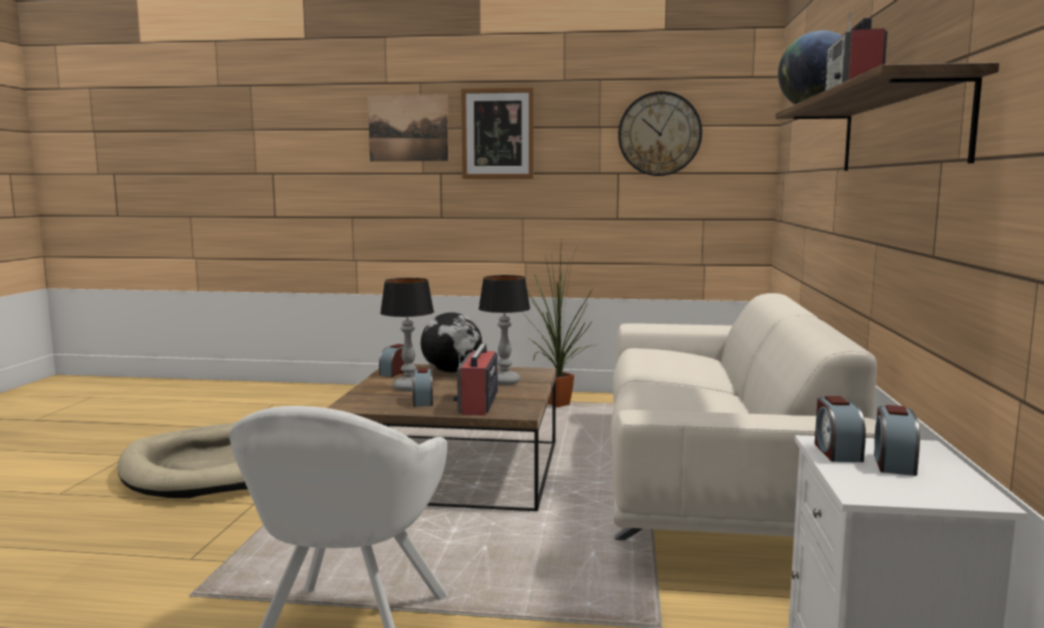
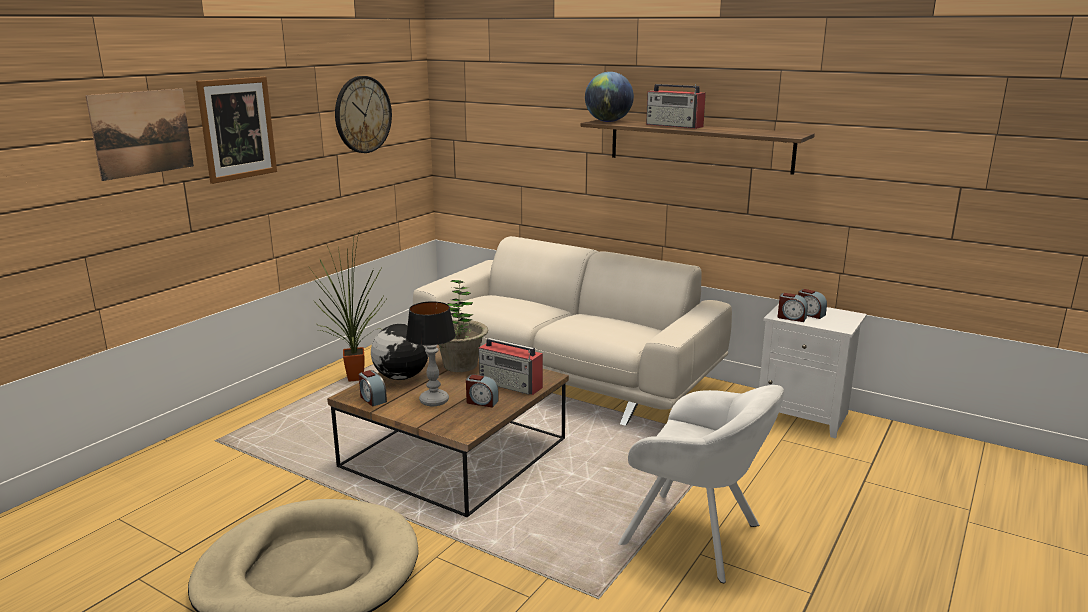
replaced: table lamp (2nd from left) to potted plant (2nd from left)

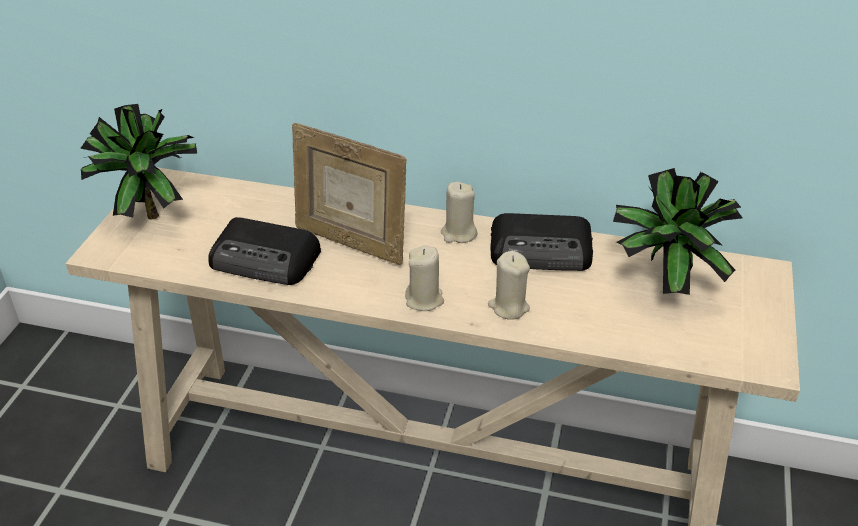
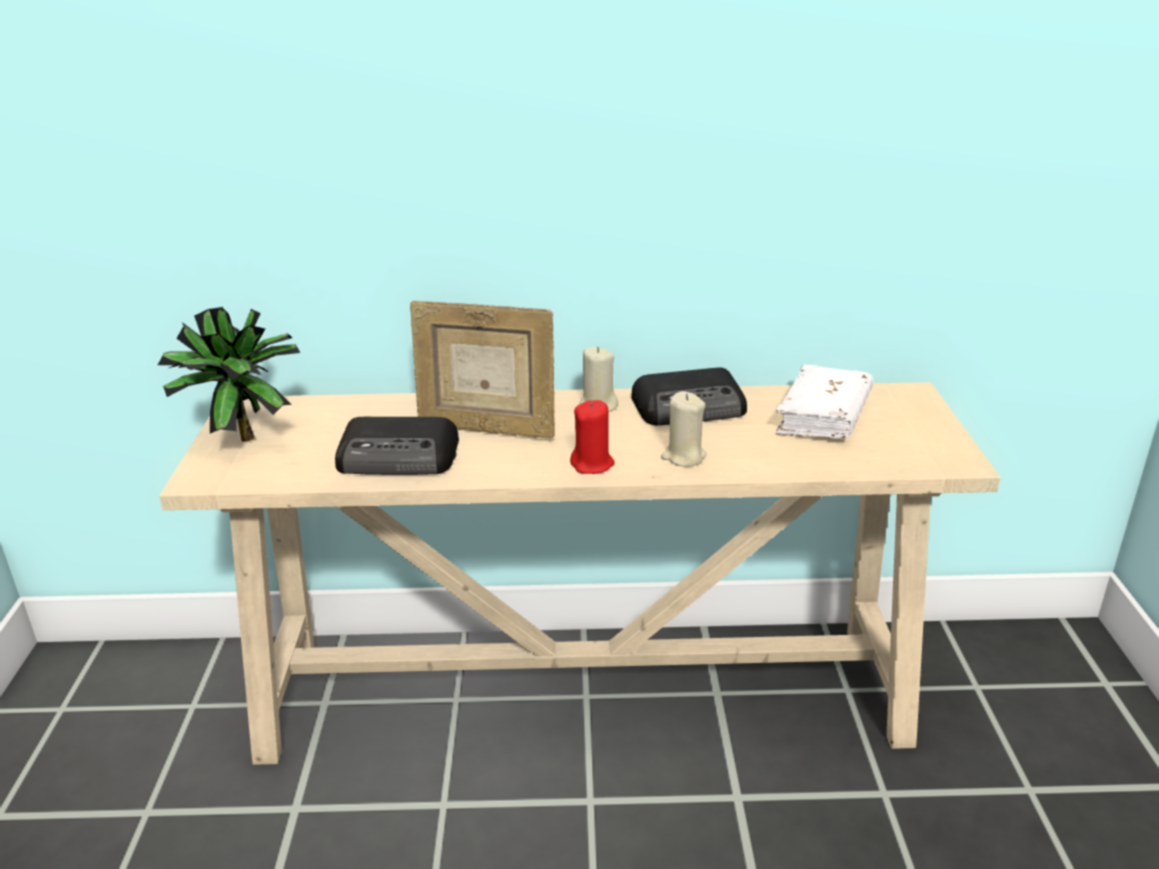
replaced: potted plant (2nd from left) to book (white)
recoloured: candle (beige) (1st from left) to candle (red)

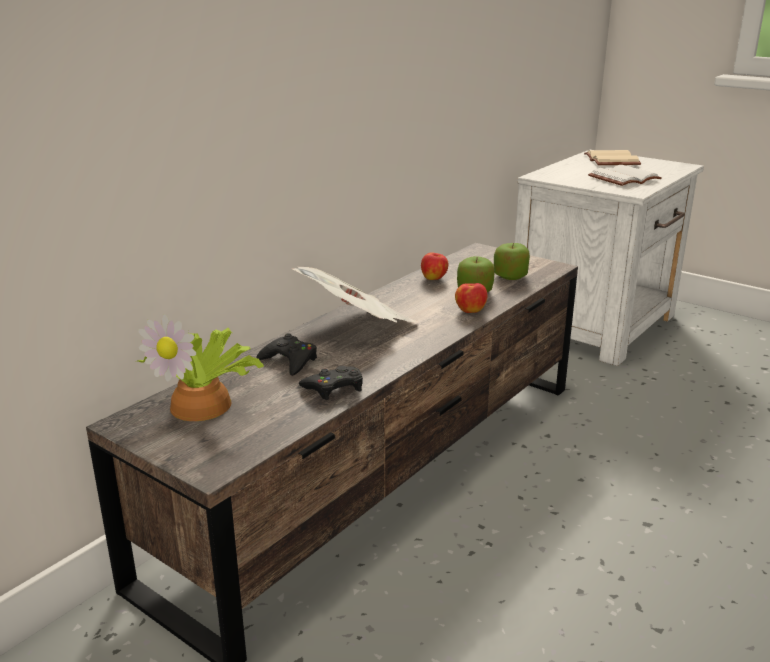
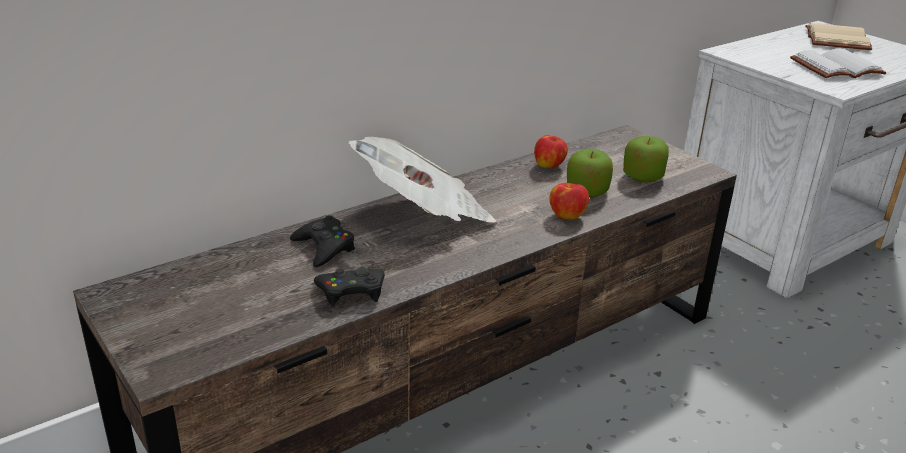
removed: potted plant

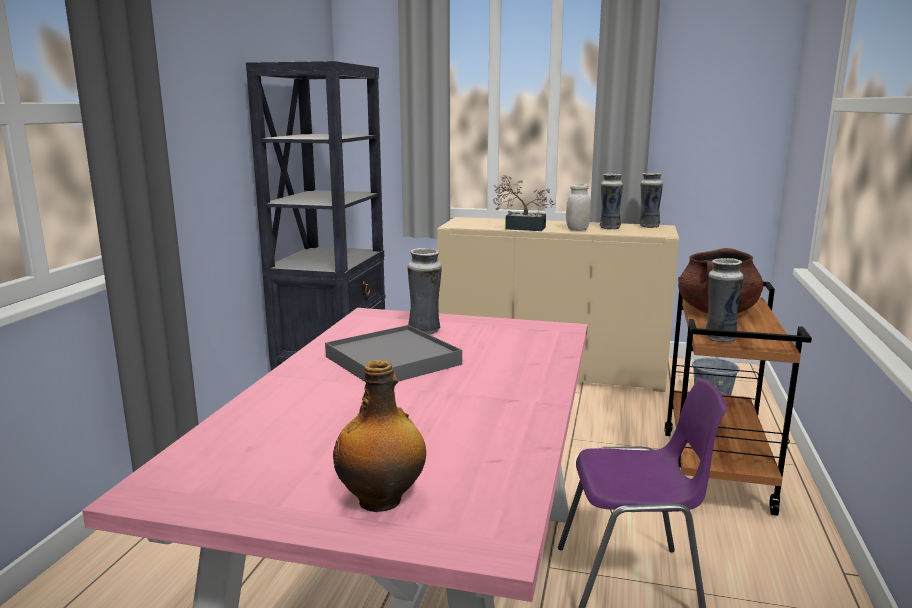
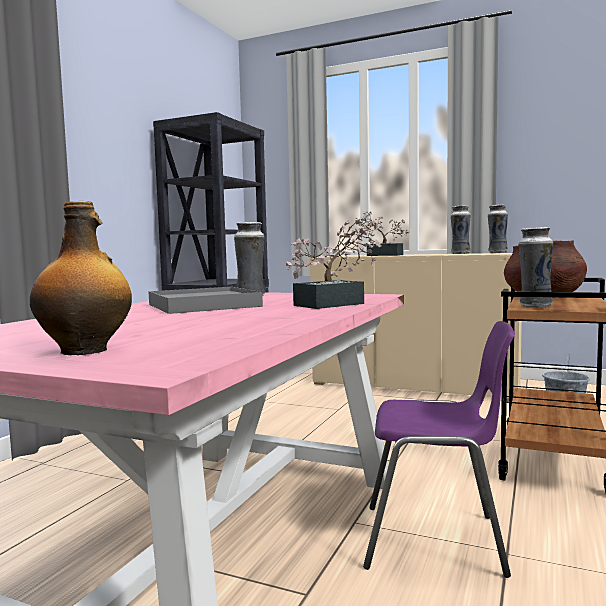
removed: jar (white)
added: potted plant (1st from left)

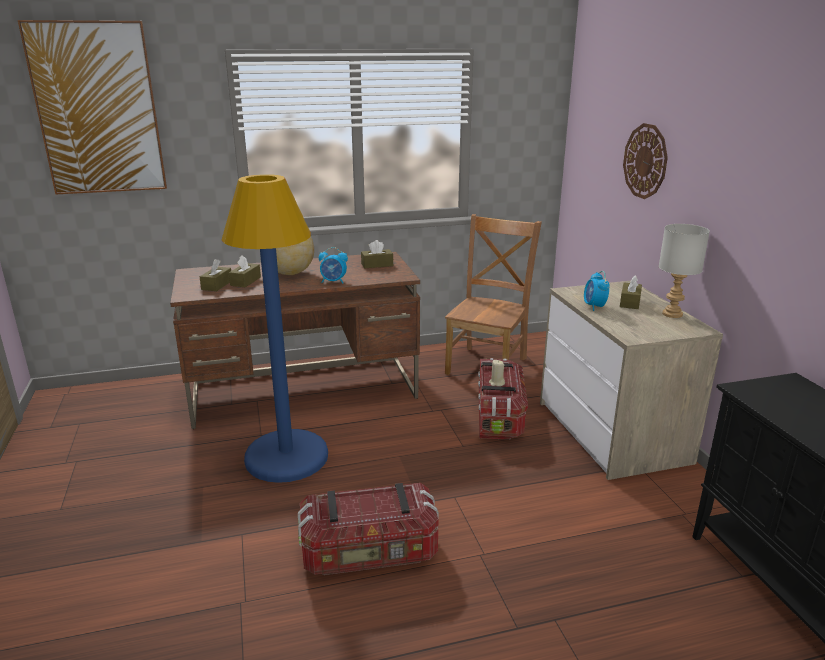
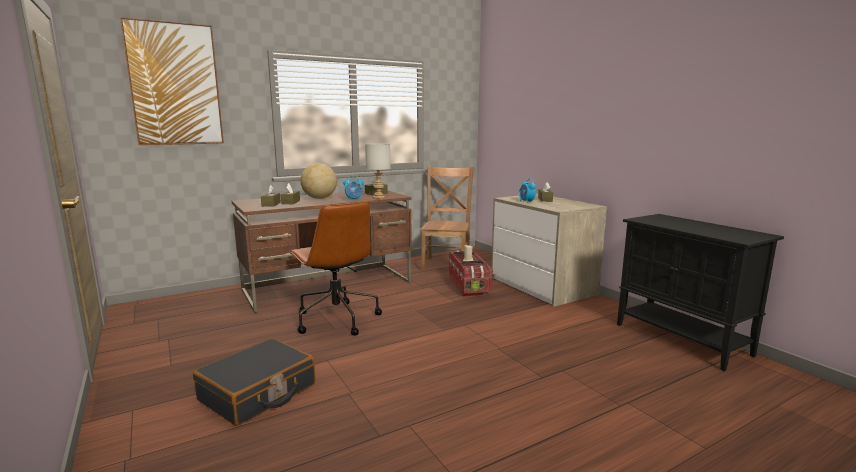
removed: wall clock; storage box (1st from left)
added: suitcase (black)
moved: table lamp (grey)
replaced: floor lamp (blue) to office chair (brown)

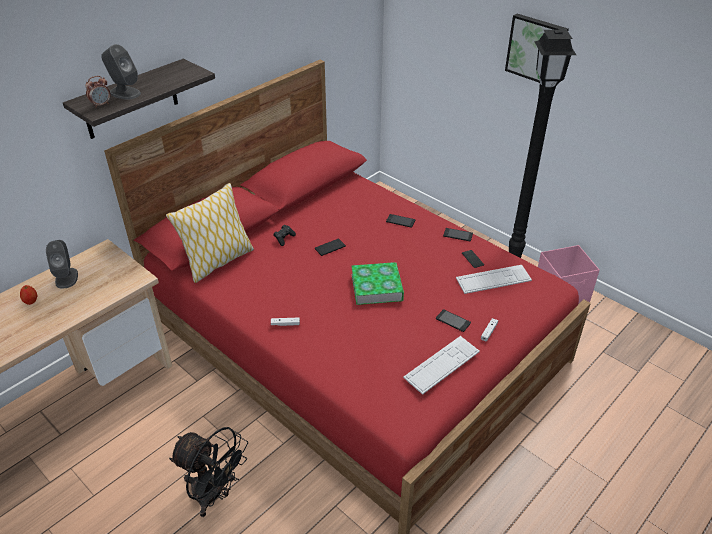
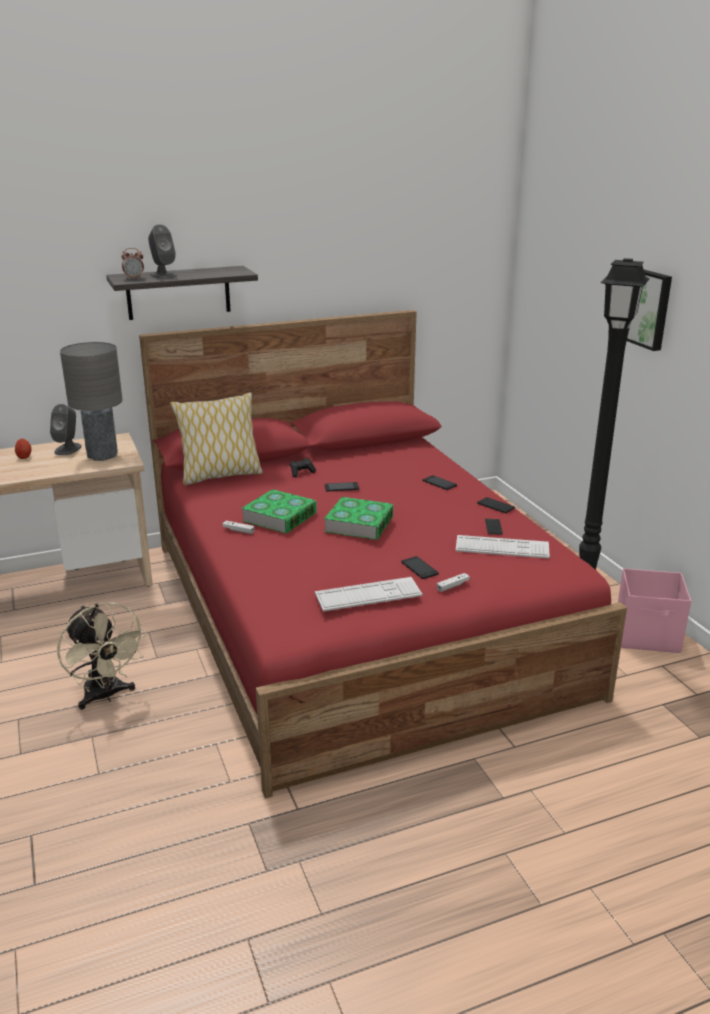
added: table lamp (grey); book (1st from left)
recoloured: fan (black) to fan (beige)

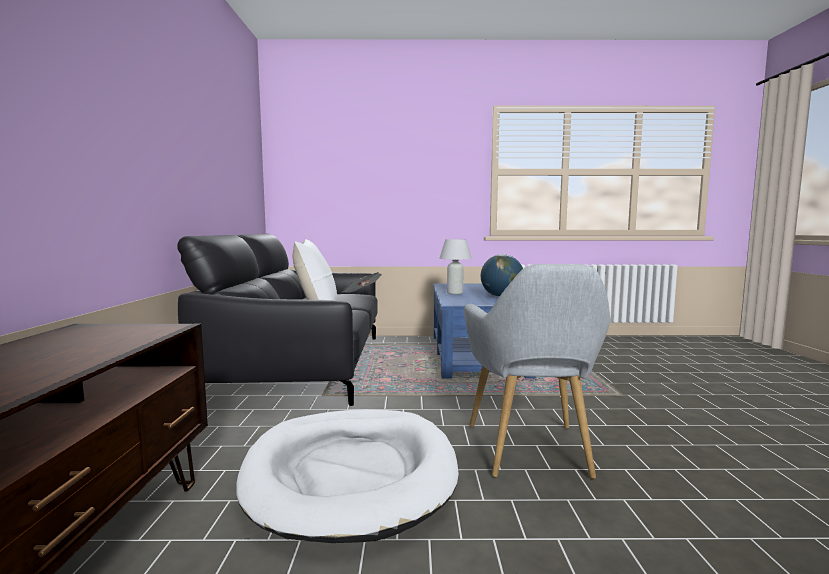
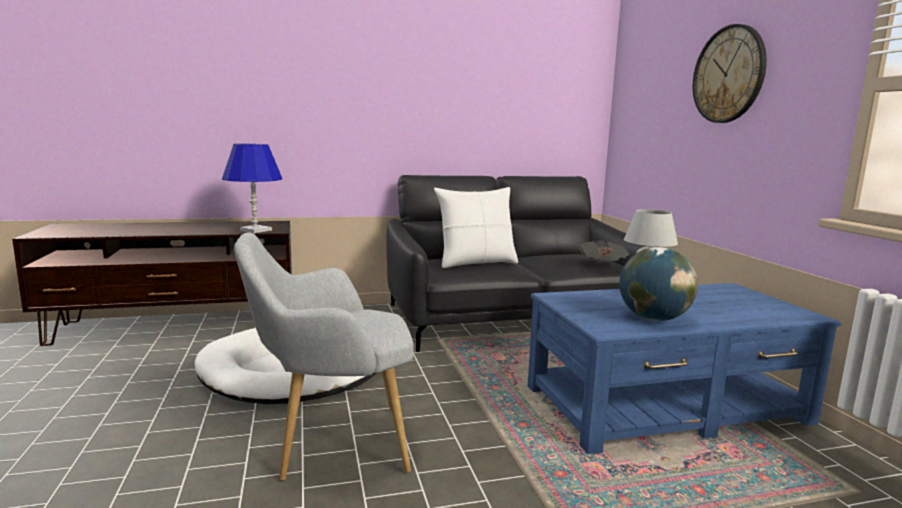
added: wall clock; table lamp (blue)

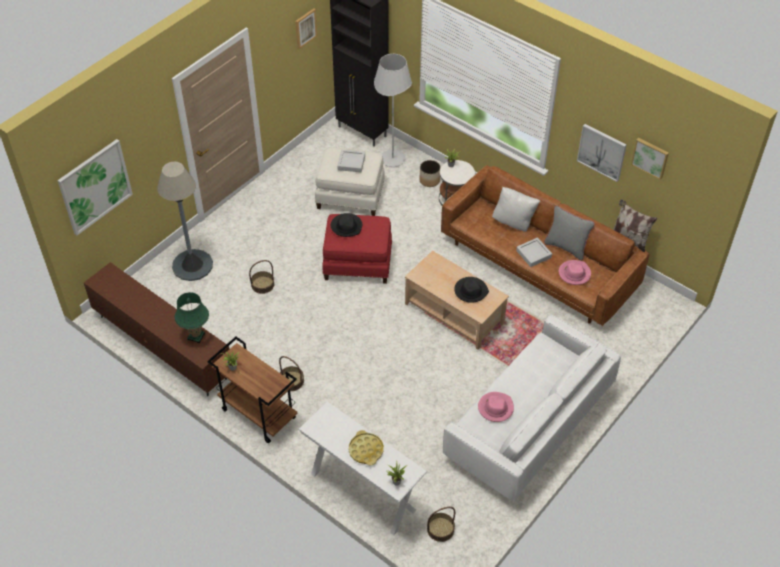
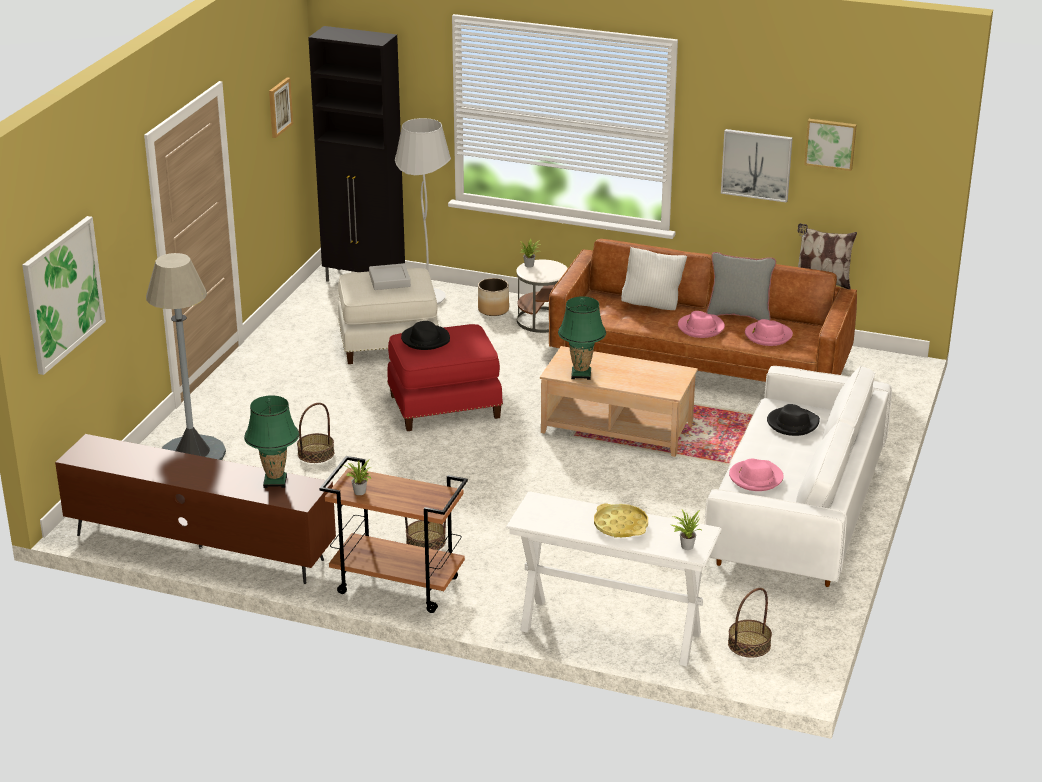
added: table lamp (green) (2nd from left)
moved: hat (black) (2nd from left)
replaced: tray (grey) (2nd from left) to hat (pink) (1st from left)

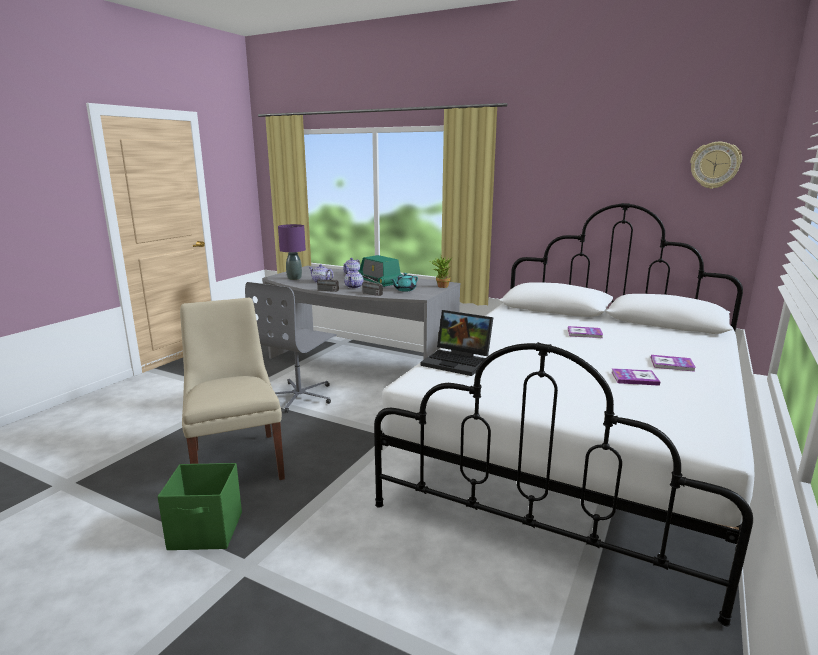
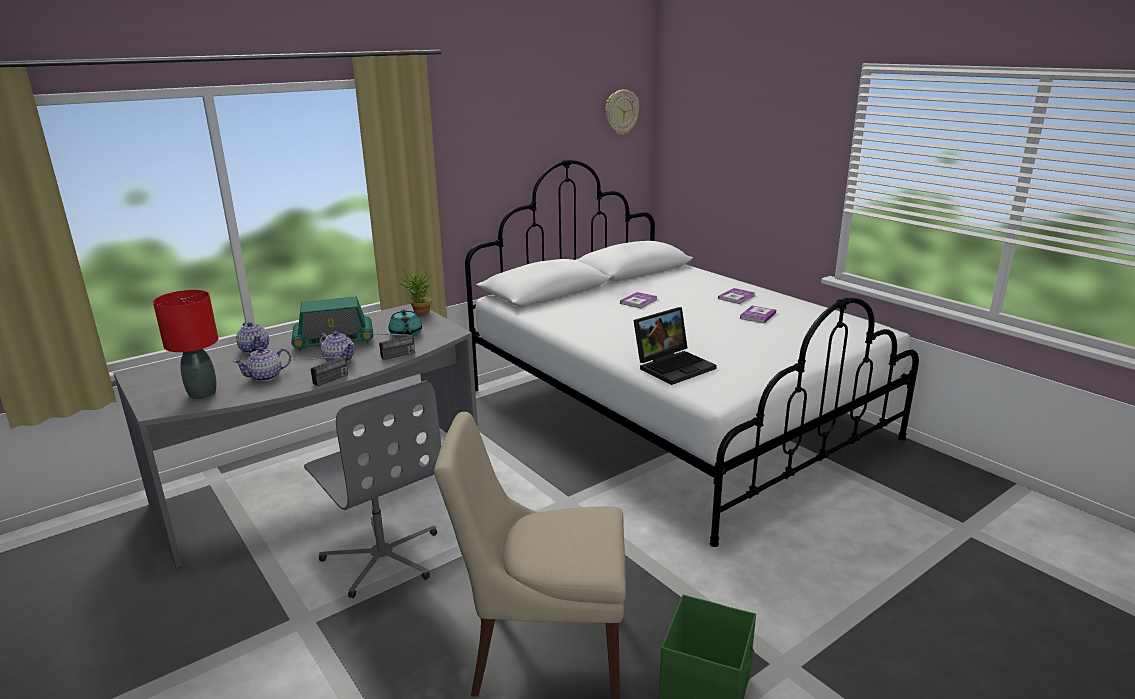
recoloured: table lamp (purple) to table lamp (red)

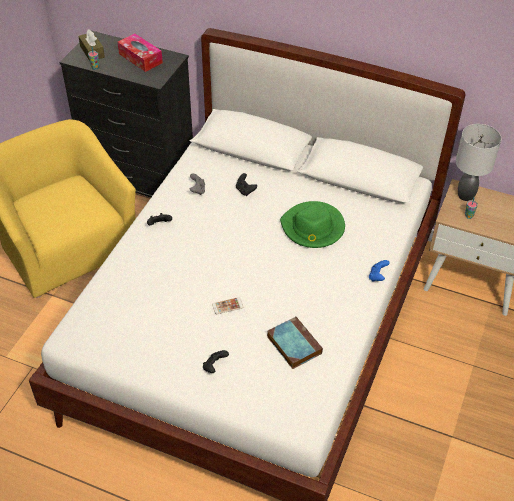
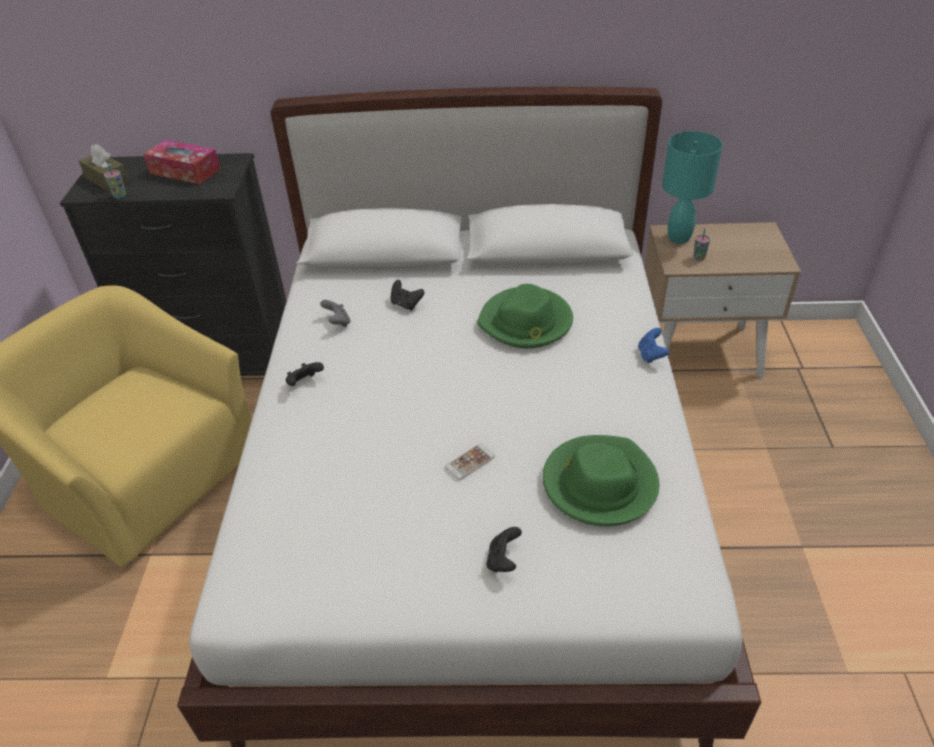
replaced: book to hat (green) (2nd from left)
recoloured: table lamp (grey) to table lamp (turquoise)

